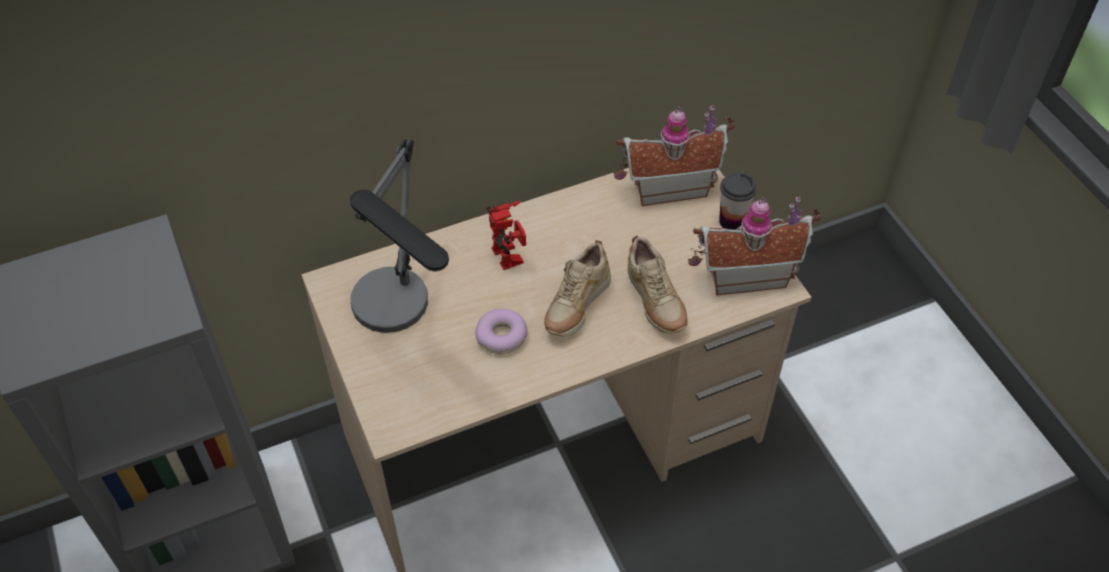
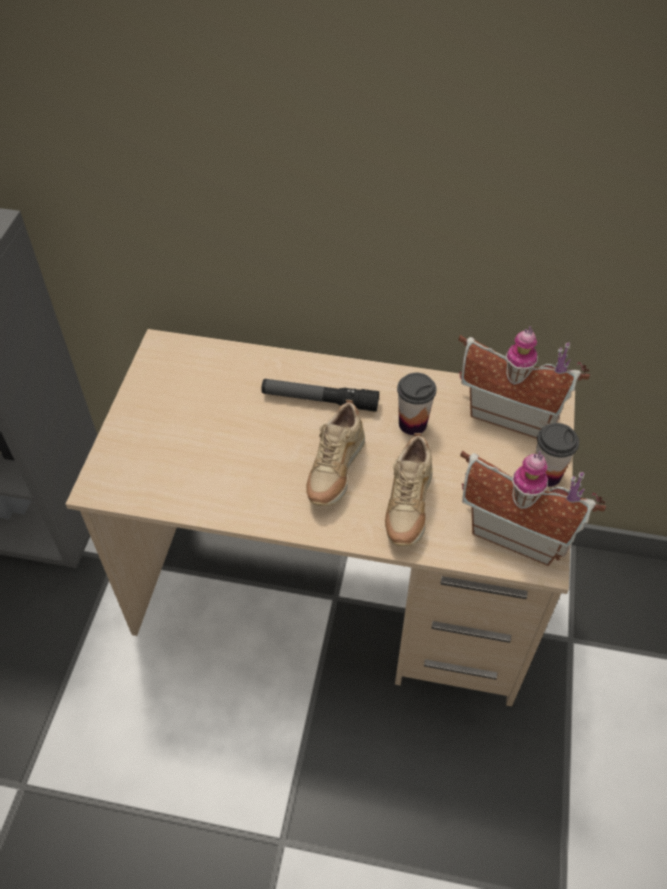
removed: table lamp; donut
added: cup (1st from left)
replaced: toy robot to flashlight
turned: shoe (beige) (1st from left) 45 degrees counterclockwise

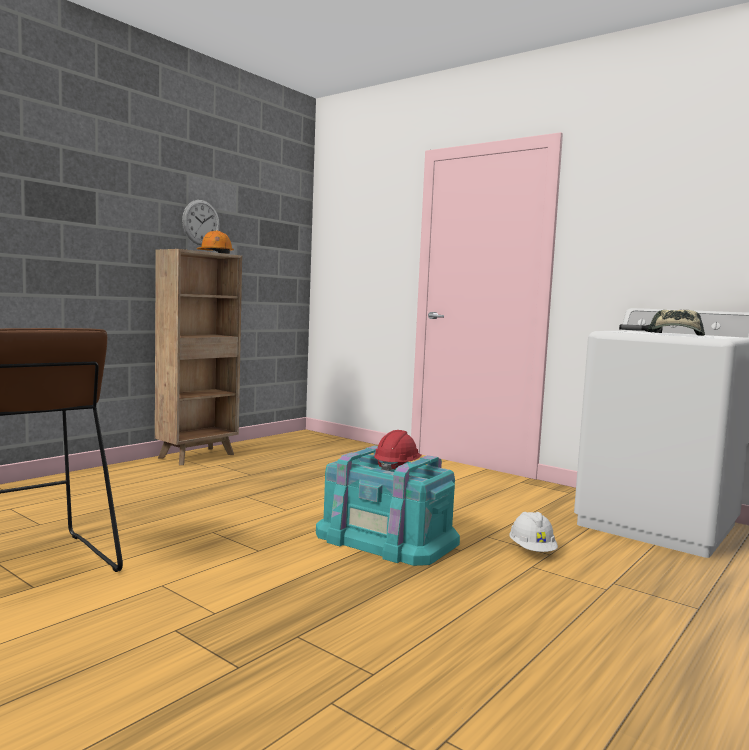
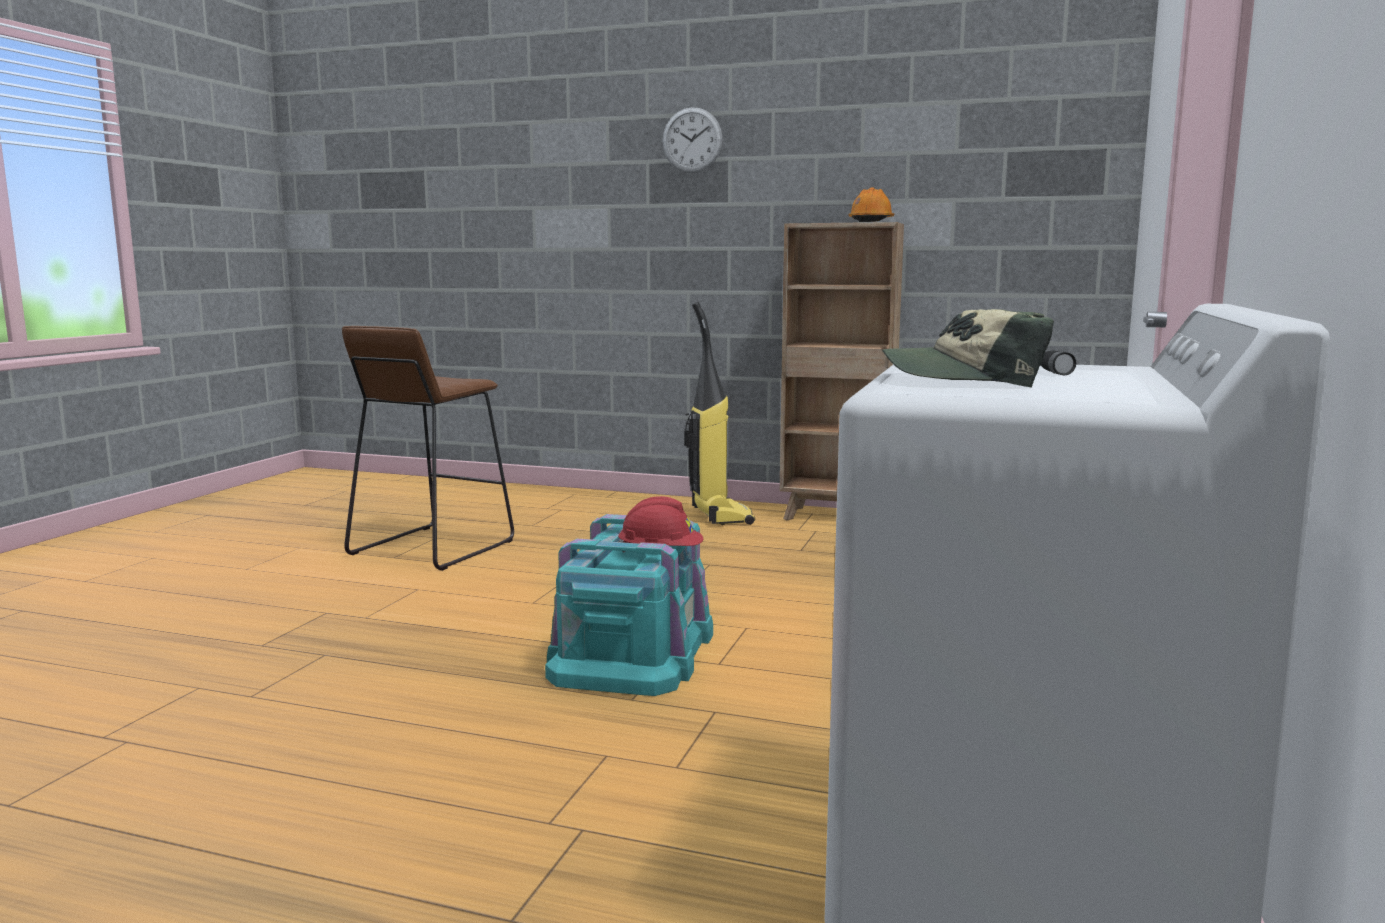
removed: hard hat (white)
added: vacuum cleaner
moved: wall clock

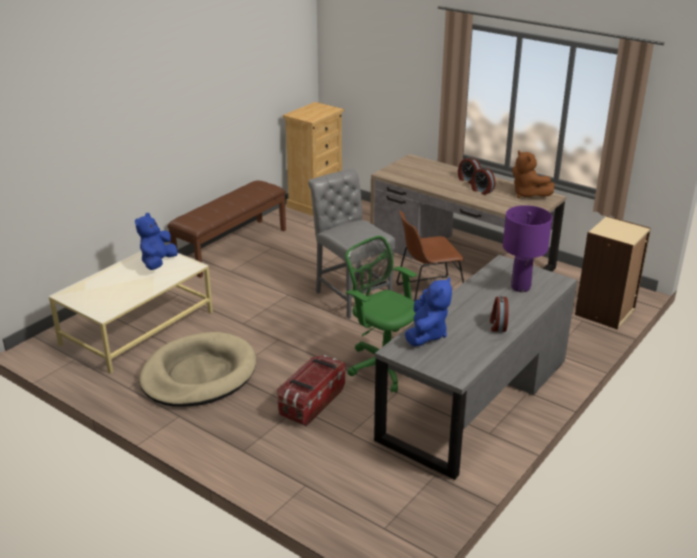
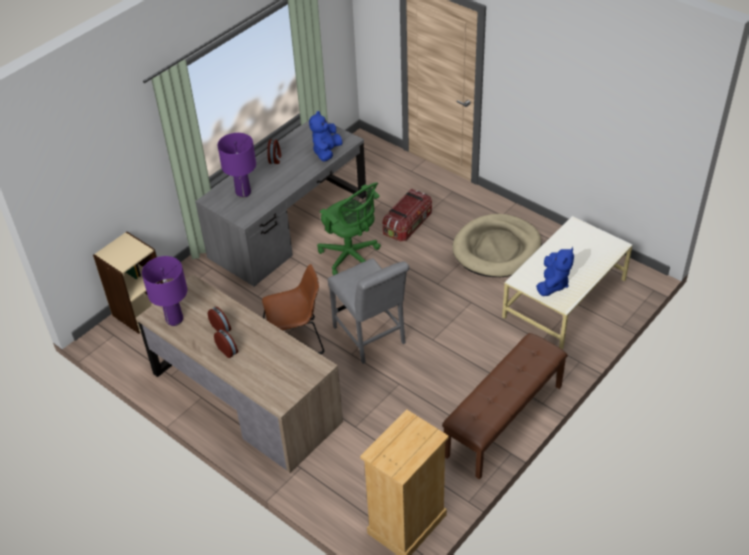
replaced: plush toy (brown) to table lamp (purple) (1st from left)

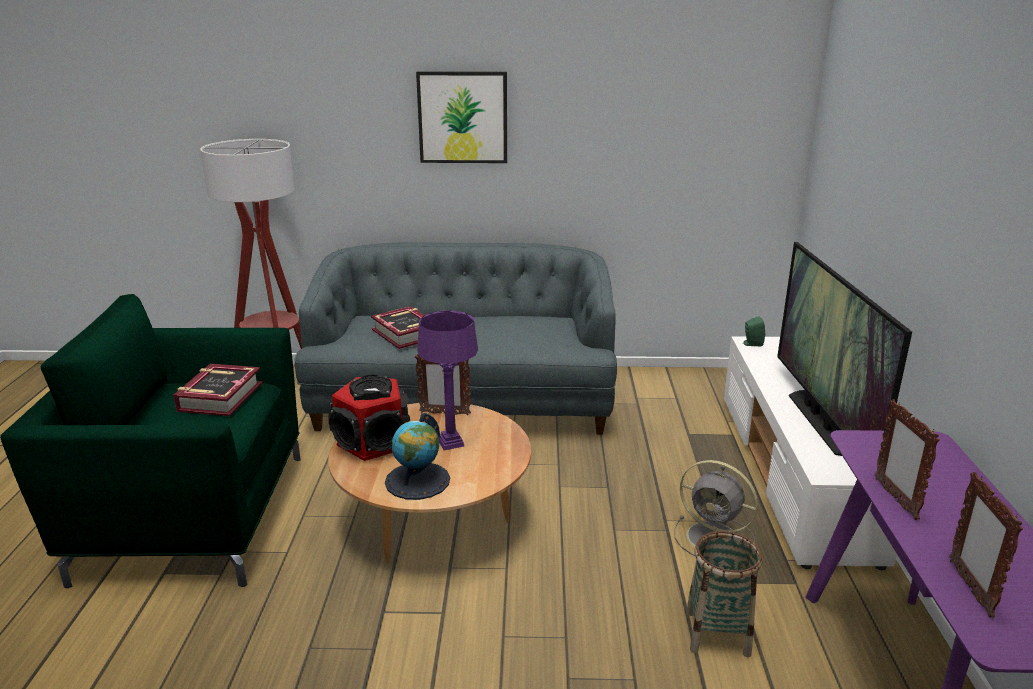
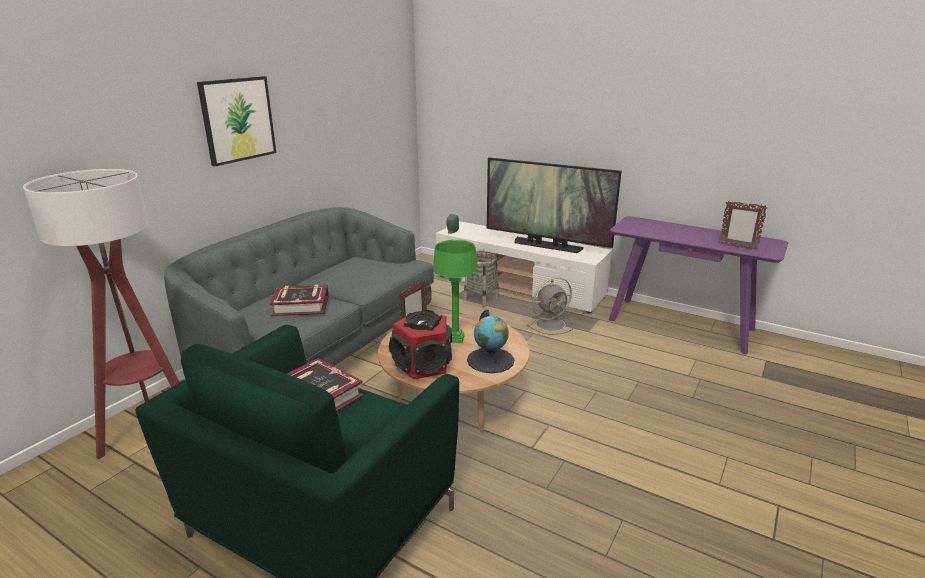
removed: picture frame (2nd from left)
moved: basket
recoloured: table lamp (purple) to table lamp (green)

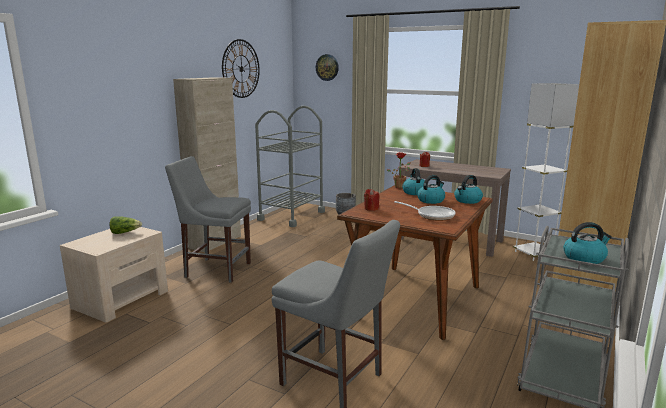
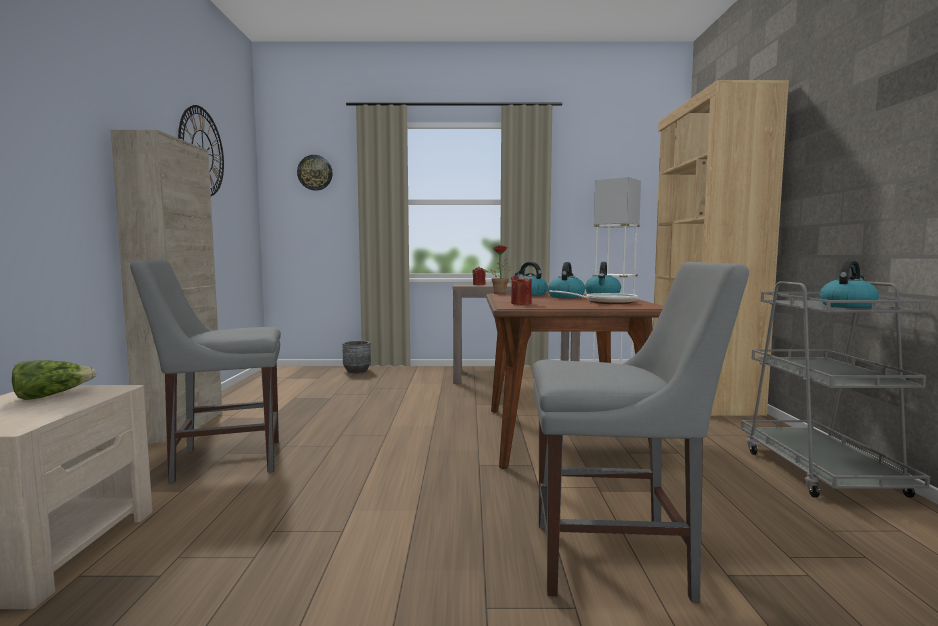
removed: cart (grey) (1st from left)

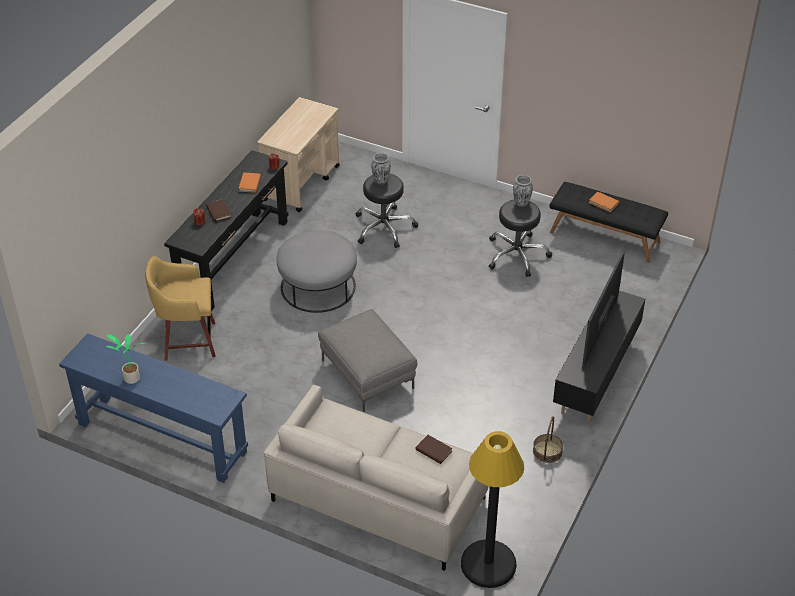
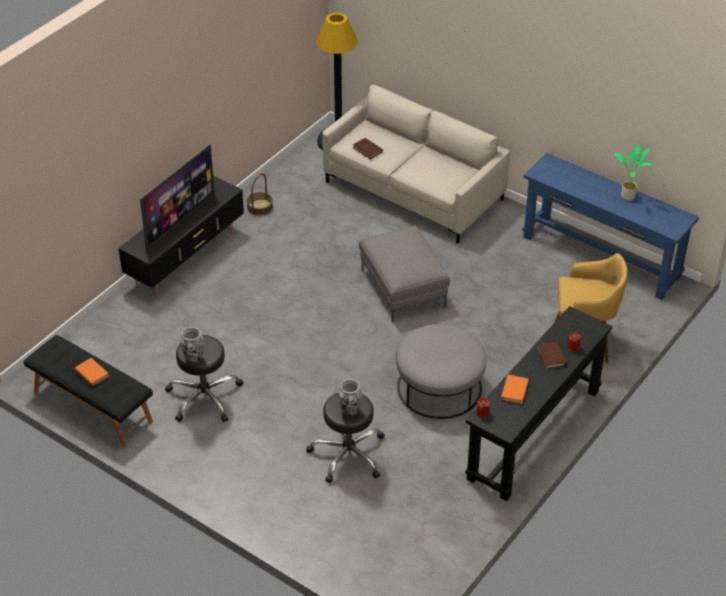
removed: cart (beige)

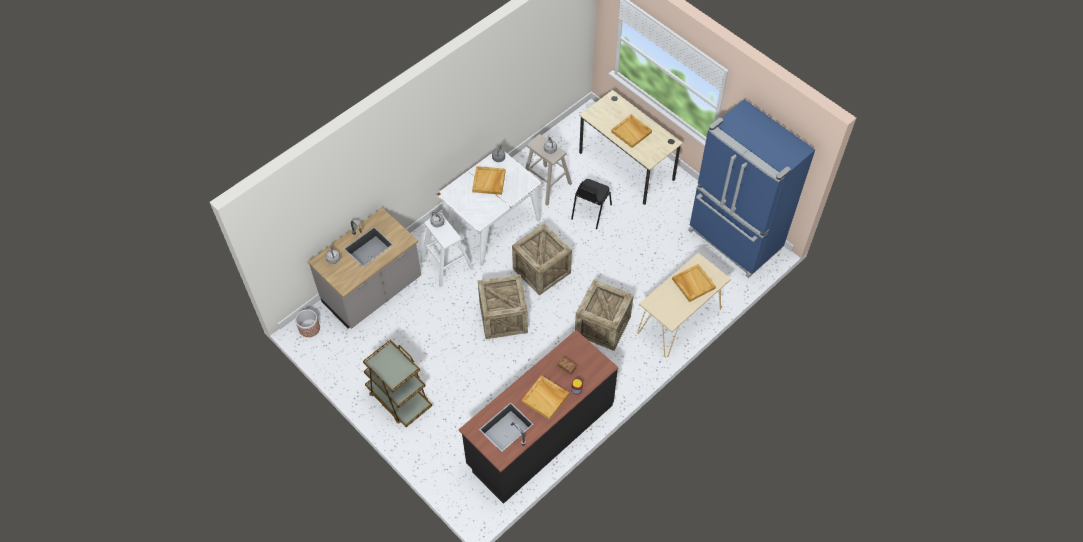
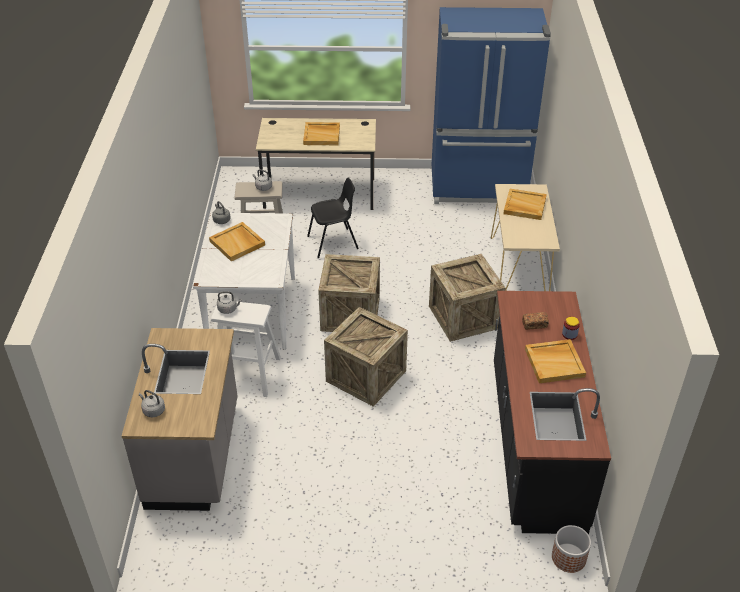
removed: cart (brown)
moved: planter
turned: chair (black) 90 degrees counterclockwise

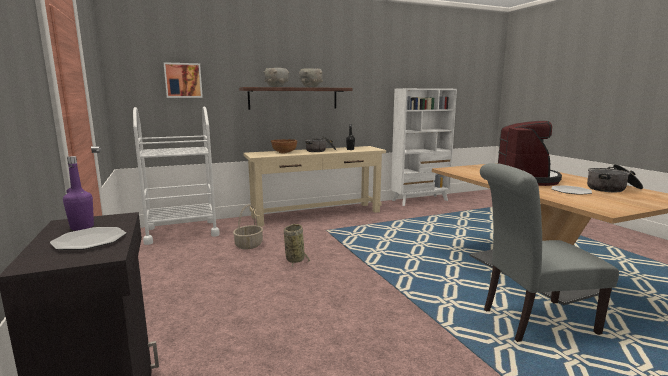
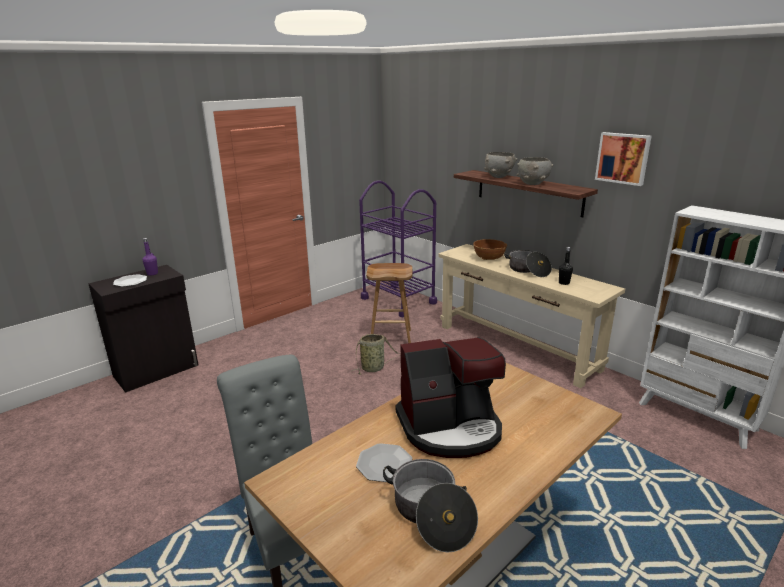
moved: picture
replaced: basket (1st from left) to stool (brown)
recoloured: cart (white) to cart (purple)

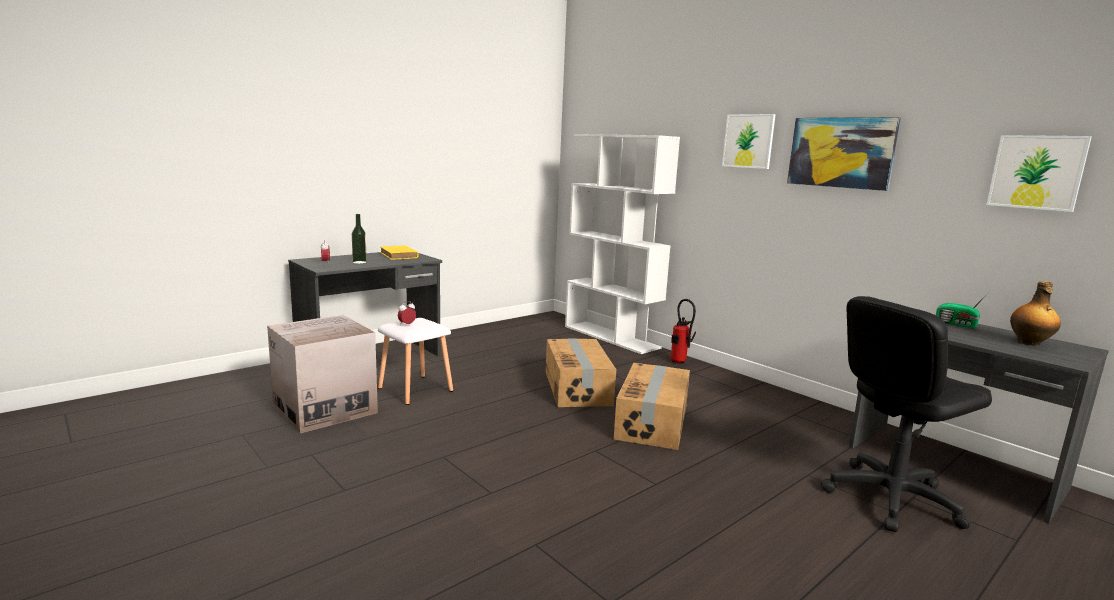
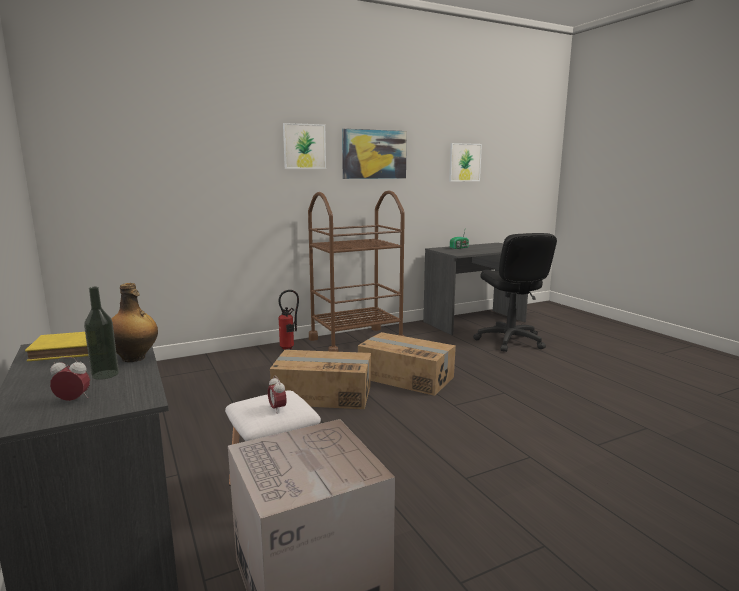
removed: bookcase (white)
added: cart (brown)
moved: bottle (2nd from left)

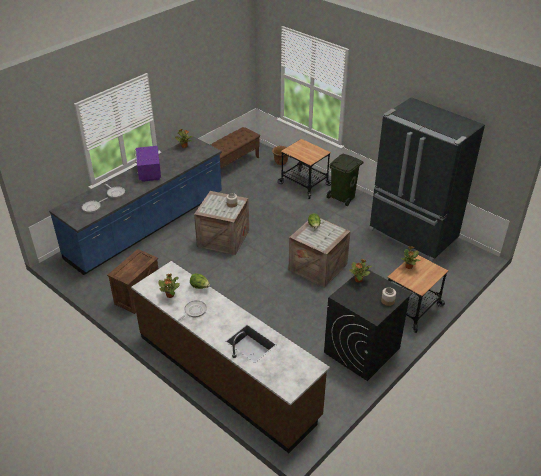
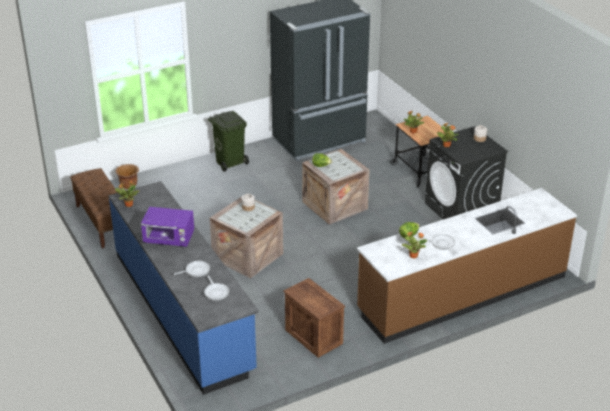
removed: cart (1st from left)

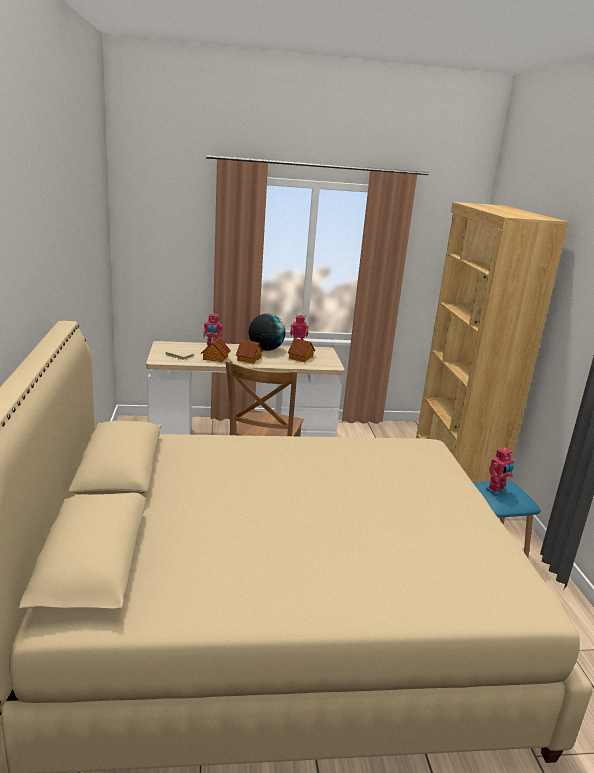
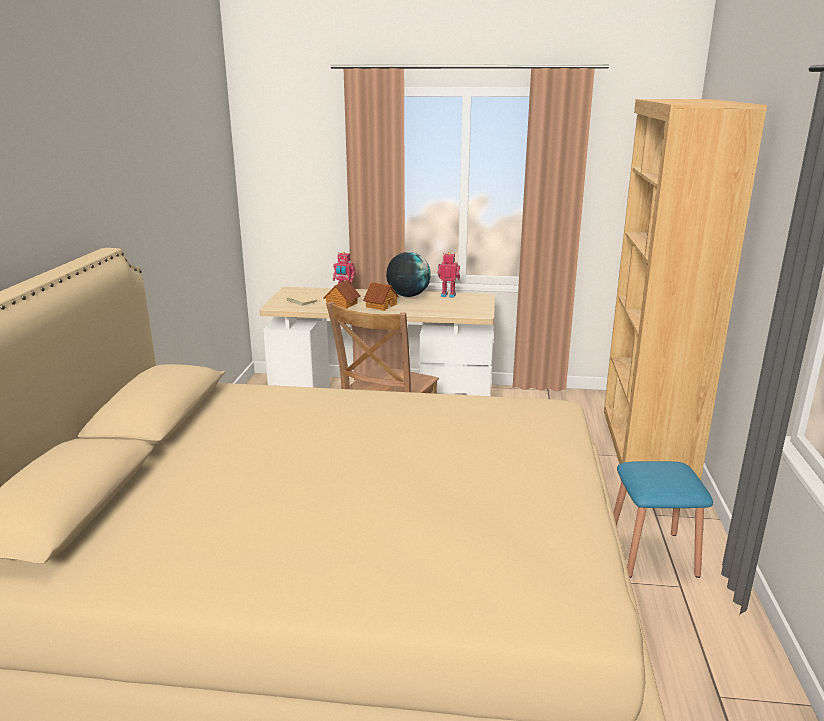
removed: toy house (3rd from left); toy robot (3rd from left)

